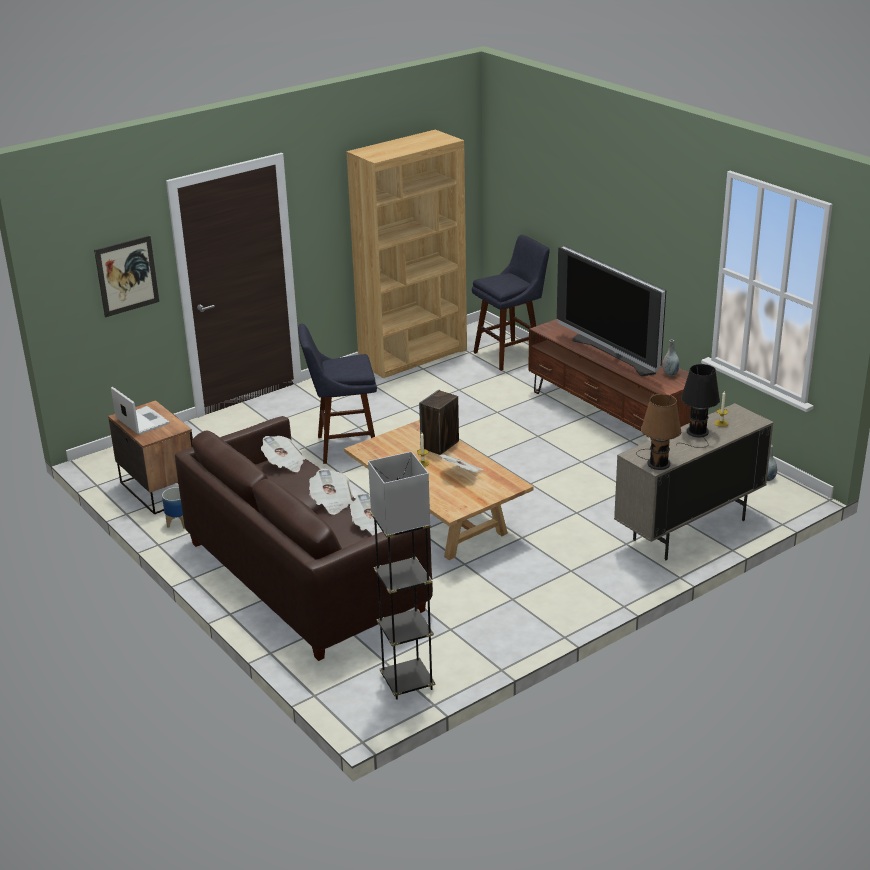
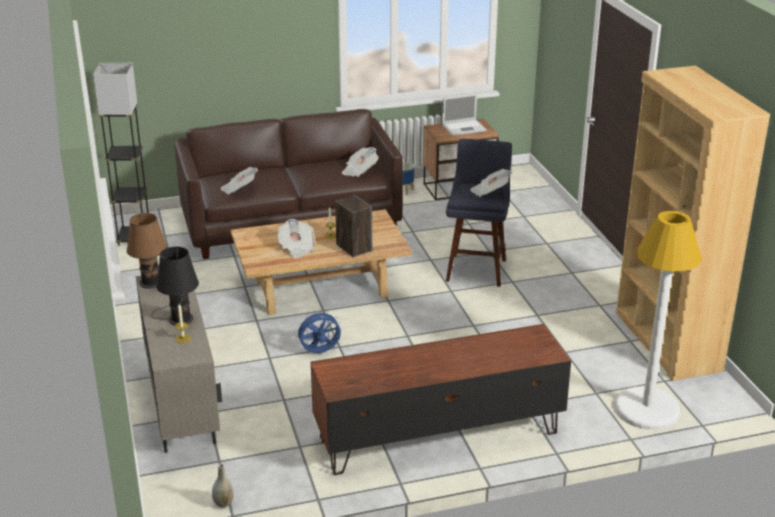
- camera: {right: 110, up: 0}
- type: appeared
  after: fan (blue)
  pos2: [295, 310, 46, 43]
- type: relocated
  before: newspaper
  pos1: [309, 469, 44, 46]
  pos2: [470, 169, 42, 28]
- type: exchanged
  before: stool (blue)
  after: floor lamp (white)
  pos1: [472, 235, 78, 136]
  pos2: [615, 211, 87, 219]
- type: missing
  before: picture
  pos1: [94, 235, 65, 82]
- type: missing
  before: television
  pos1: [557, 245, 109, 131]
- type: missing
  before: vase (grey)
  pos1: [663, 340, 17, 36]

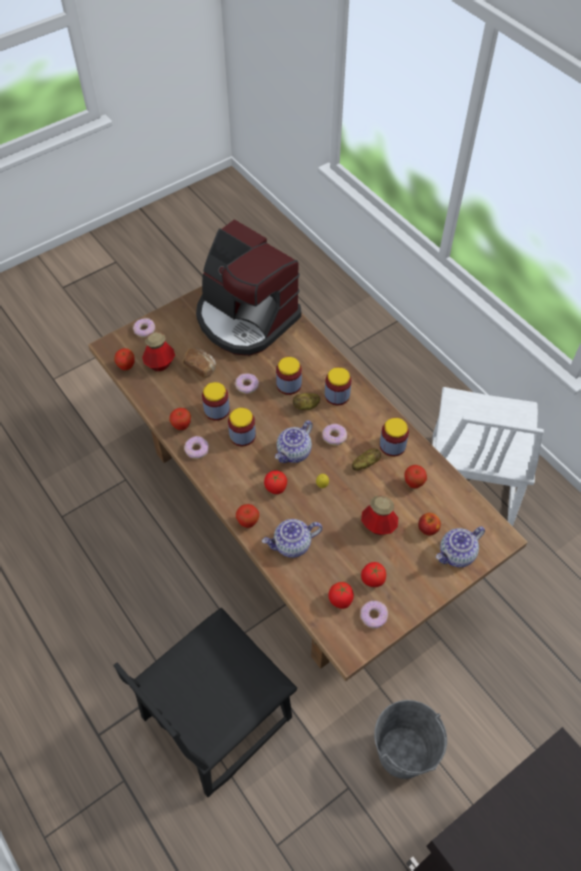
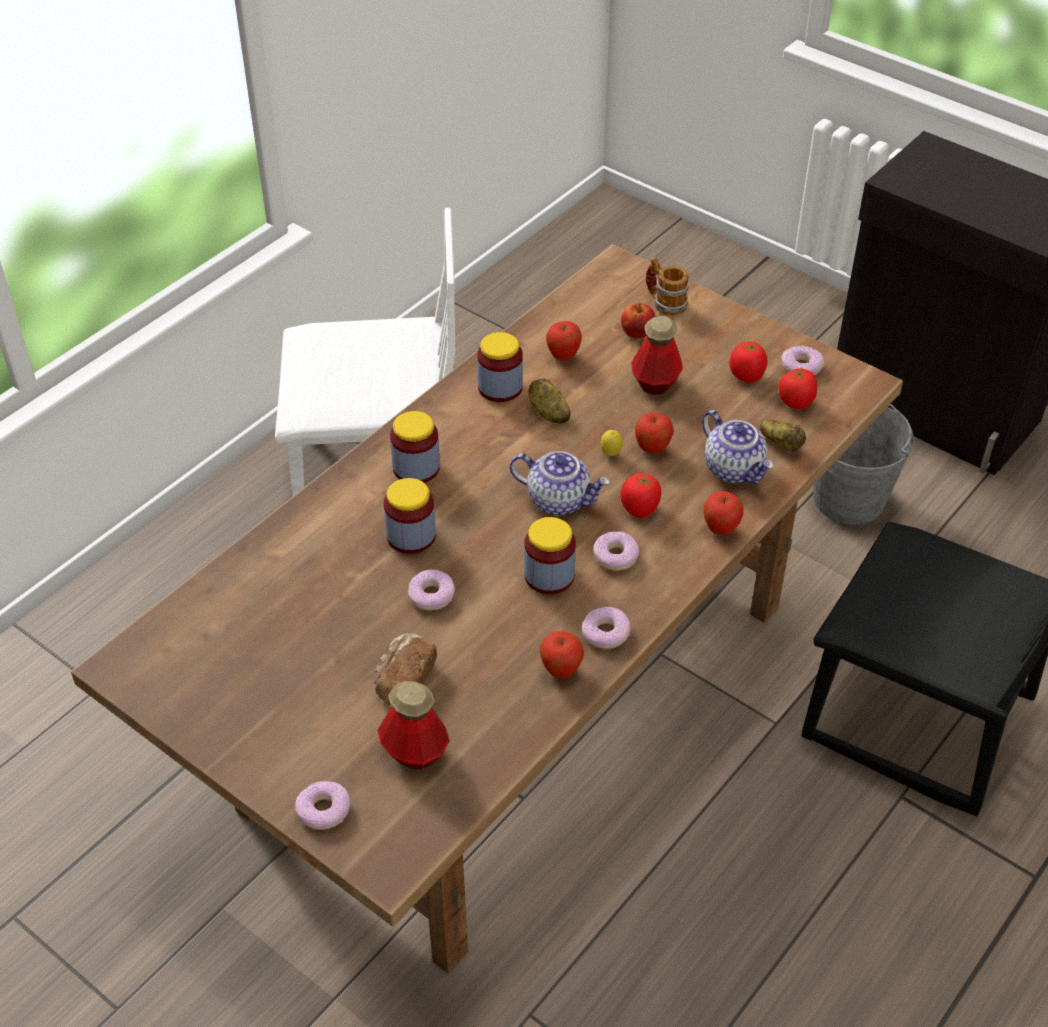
- camera: {right: -105, up: -10}
- type: relocated
  before: donut
  pos1: [322, 424, 25, 21]
  pos2: [593, 532, 46, 39]
- type: relocated
  before: apple
  pos1: [114, 348, 21, 22]
  pos2: [635, 412, 39, 42]
- type: exchanged
  before: teapot
  after: mug
  pos1: [436, 526, 49, 41]
  pos2: [646, 257, 43, 59]
- type: relocated
  before: potato
  pos1: [293, 393, 27, 17]
  pos2: [760, 420, 46, 32]
- type: missing
  before: coffee machine
  pos1: [196, 219, 105, 137]
- type: missing
  before: jar
  pos1: [202, 382, 28, 39]

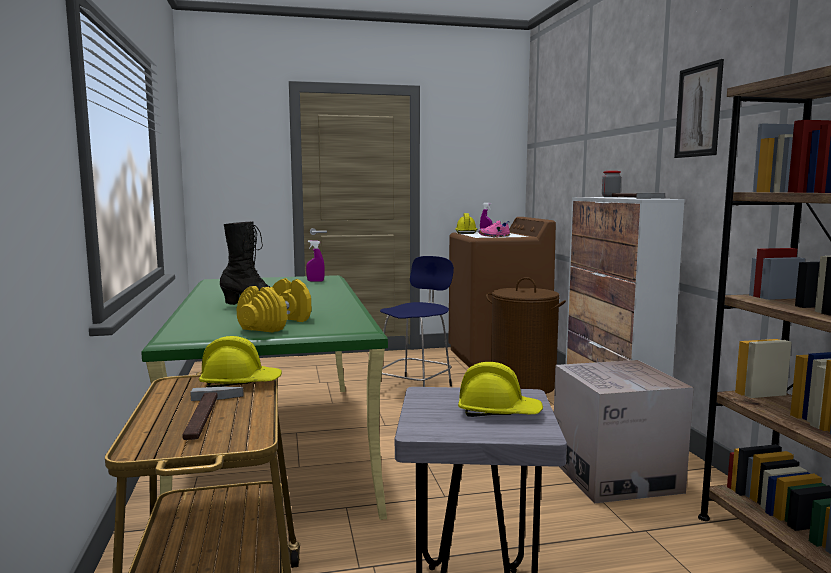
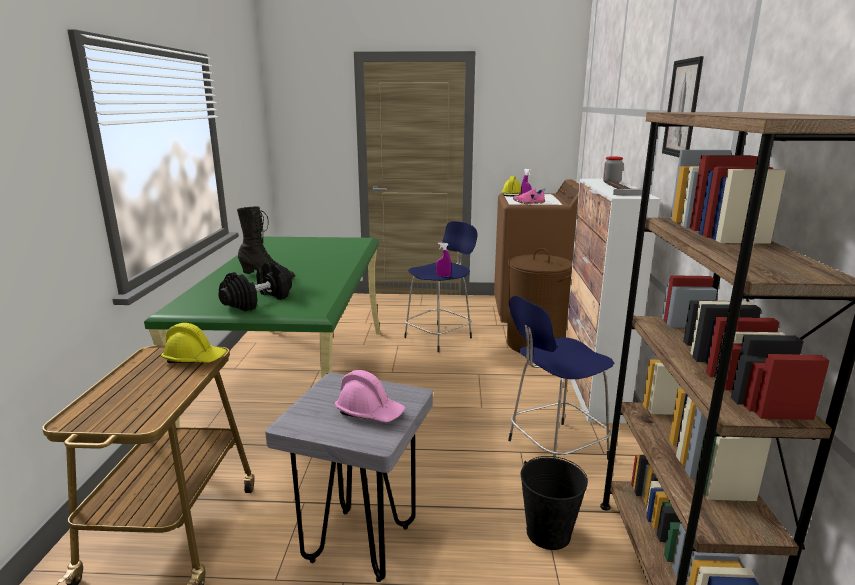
- camera: {right: 15, up: 10}
- type: colour
  before: dumbbell (yellow)
  after: dumbbell (black)
  pos1: [237, 278, 74, 54]
  pos2: [218, 262, 74, 49]
- type: colour
  before: hard hat (yellow)
  after: hard hat (pink)
  pos1: [458, 362, 85, 55]
  pos2: [334, 370, 71, 52]
- type: relocated
  before: spray bottle (purple)
  pos1: [306, 240, 19, 42]
  pos2: [436, 243, 15, 34]
- type: exchanged
  before: cardboard box
  after: stool (blue)
  pos1: [554, 360, 140, 144]
  pos2: [508, 296, 106, 164]
- type: appeared
  after: bucket (black)
  pos2: [521, 456, 67, 94]
- type: missing
  before: hammer
  pos1: [182, 387, 62, 53]

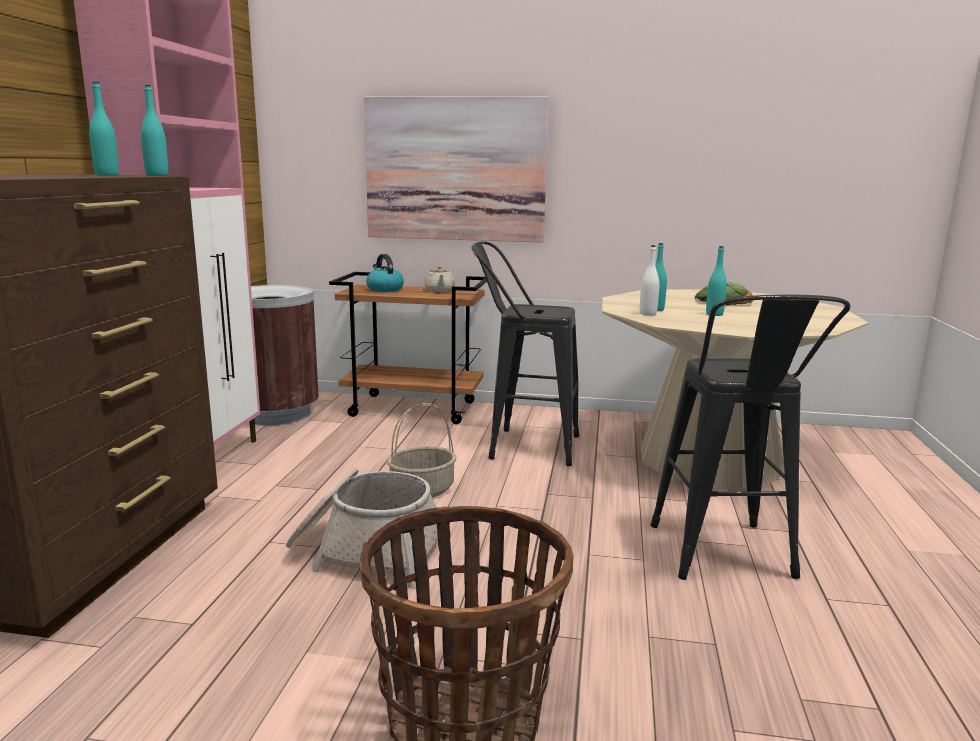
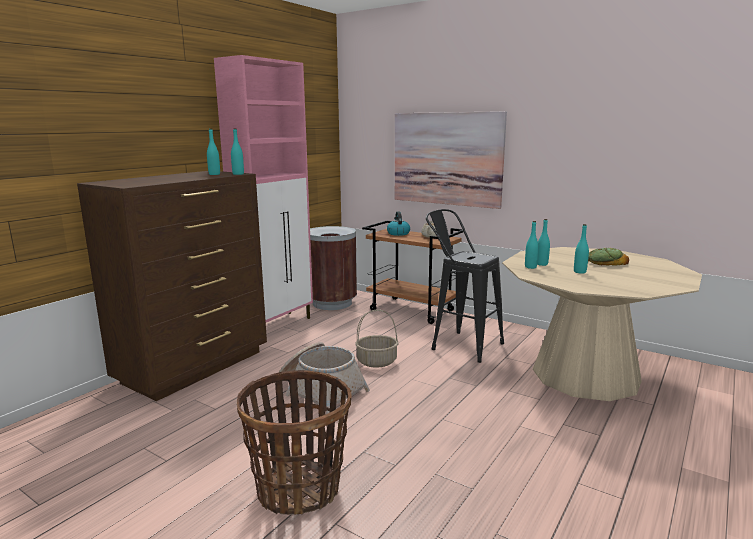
- camera: {right: 25, up: 0}
- type: colour
  before: bottle (white)
  after: bottle (turquoise)
  pos1: [640, 245, 19, 70]
  pos2: [525, 221, 14, 48]
- type: missing
  before: stool (black)
  pos1: [651, 294, 200, 286]

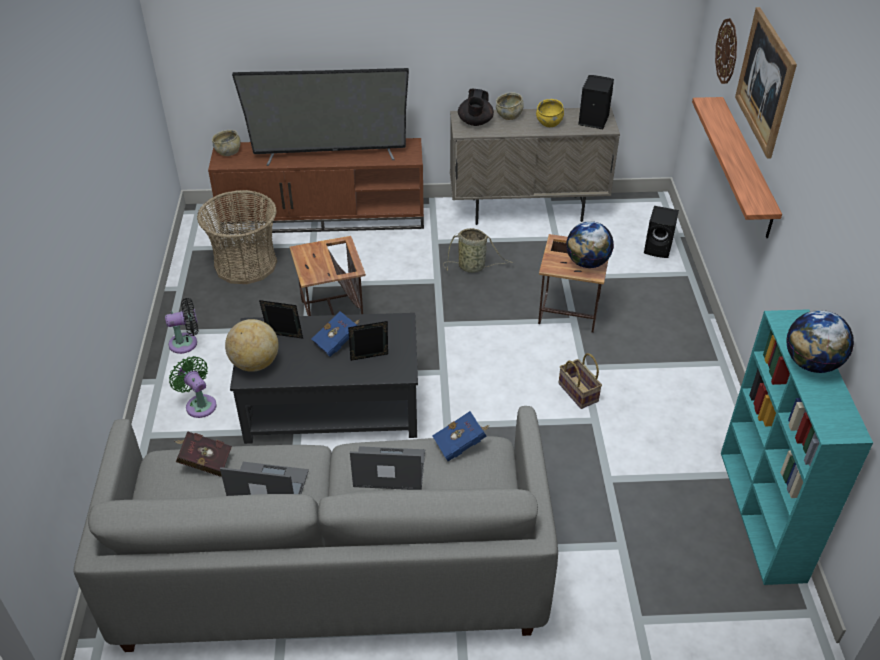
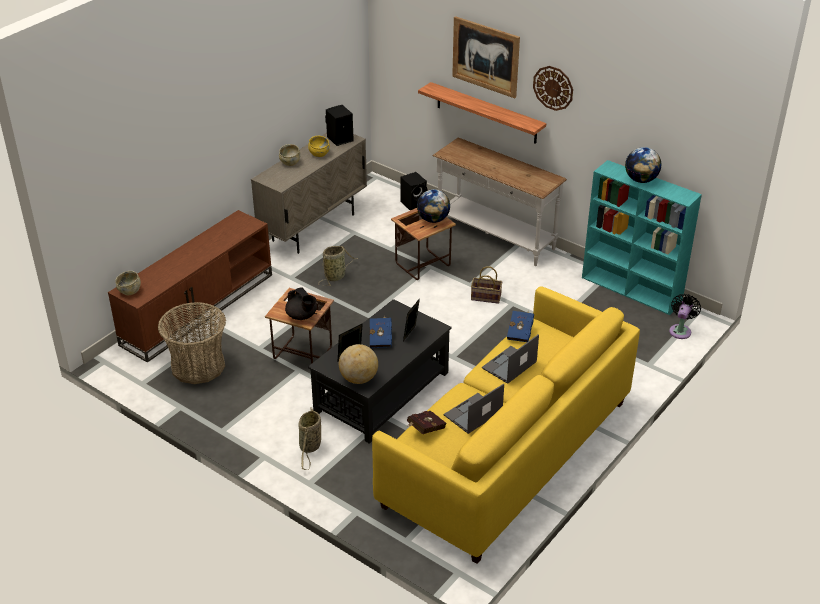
- camera: {right: -50, up: -5}
- type: relocated
  before: teapot (black)
  pos1: [458, 89, 36, 37]
  pos2: [285, 287, 32, 33]
- type: exchanged
  before: fan (green)
  after: basket
  pos1: [169, 356, 48, 62]
  pos2: [298, 407, 23, 63]
- type: colour
  before: sofa (grey)
  after: sofa (yellow)
  pos1: [73, 406, 485, 246]
  pos2: [372, 287, 268, 277]
- type: appeared
  after: console table (white)
  pos2: [432, 137, 135, 129]
- type: relocated
  before: wall clock
  pos1: [715, 18, 22, 66]
  pos2: [533, 66, 40, 45]
- type: relocated
  before: fan (black)
  pos1: [165, 298, 33, 56]
  pos2: [669, 294, 32, 45]
- type: missing
  before: television
  pos1: [232, 68, 177, 98]

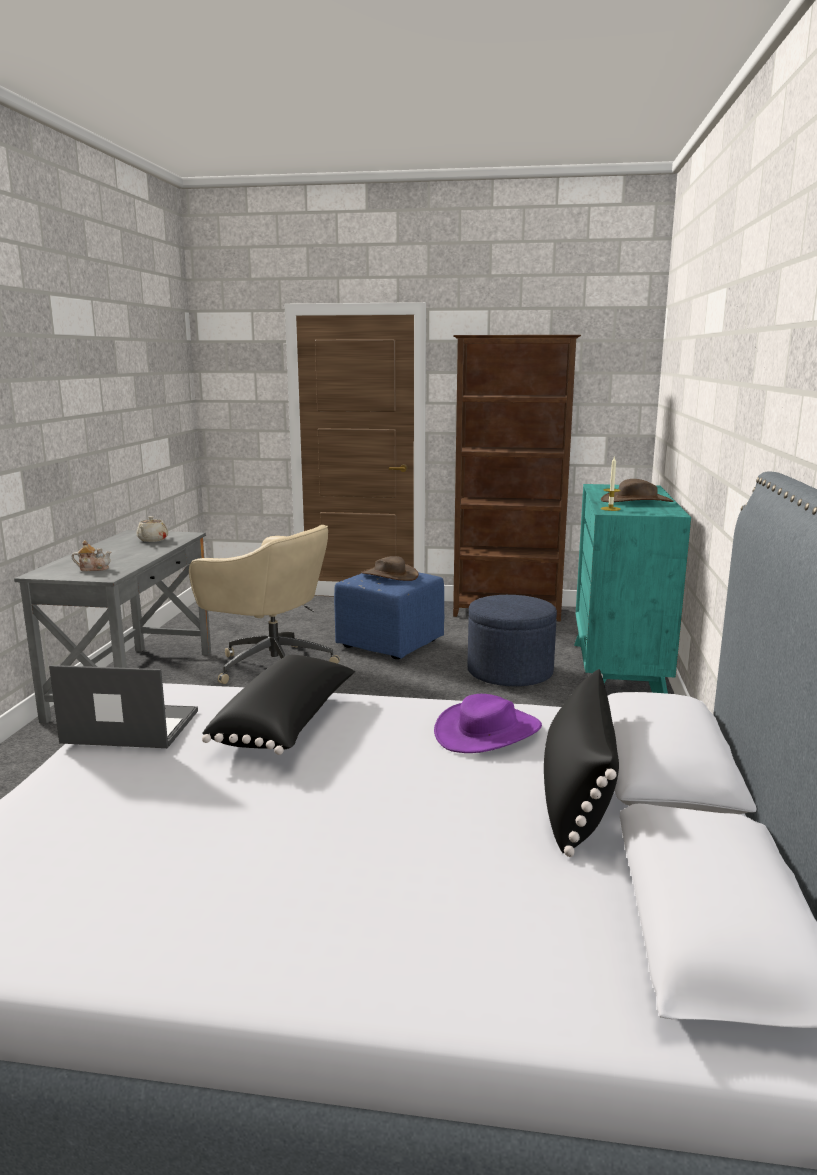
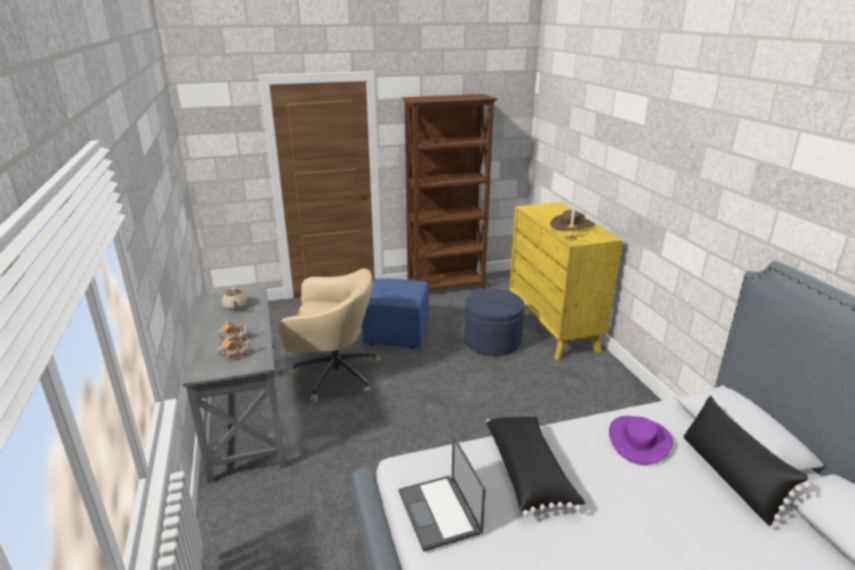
- camera: {right: -25, up: 10}
- type: appeared
  after: teapot
  pos2: [218, 320, 31, 22]
- type: spun
  before: laptop
  pos1: [49, 665, 149, 83]
  pos2: [399, 435, 87, 117]
  turn: -90
- type: colour
  before: dresser (turquoise)
  after: dresser (yellow)
  pos1: [574, 484, 117, 210]
  pos2: [509, 202, 114, 158]
- type: missing
  before: hat (brown)
  pos1: [361, 556, 58, 25]

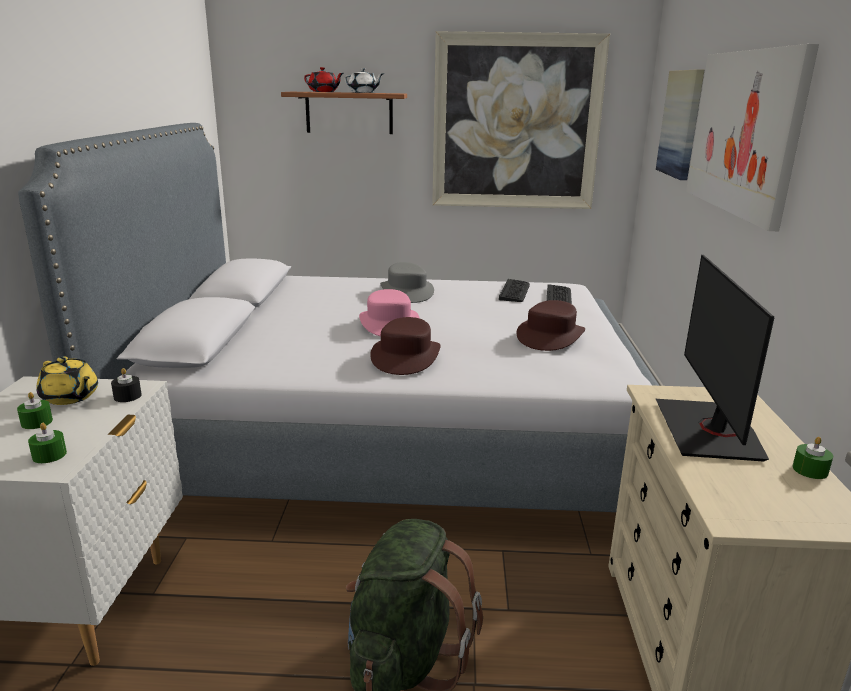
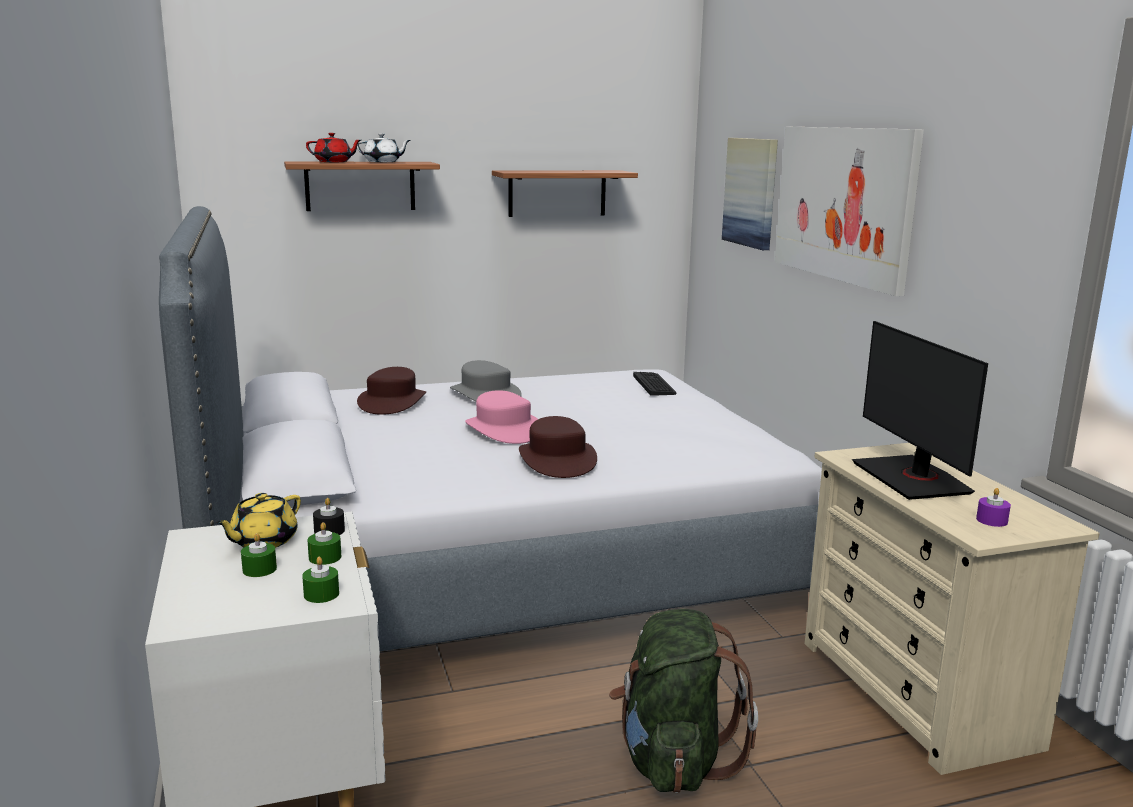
- camera: {right: -20, up: -5}
- type: spun
  before: teapot (yellow)
  pos1: [36, 357, 62, 48]
  pos2: [216, 493, 85, 55]
  turn: 105
- type: relocated
  before: candle (green)
  pos1: [792, 437, 41, 42]
  pos2: [307, 522, 34, 43]
- type: relocated
  before: hat (brown)
  pos1: [517, 300, 68, 51]
  pos2: [357, 367, 69, 48]
- type: exchanged
  before: picture
  after: shelf
  pos1: [432, 31, 178, 178]
  pos2: [492, 170, 146, 47]
- type: appeared
  after: candle (purple)
  pos2: [976, 488, 35, 39]
- type: missing
  before: keyboard
  pos1: [499, 279, 31, 23]

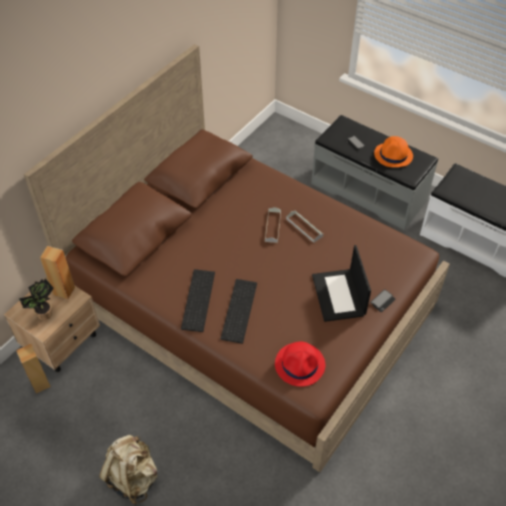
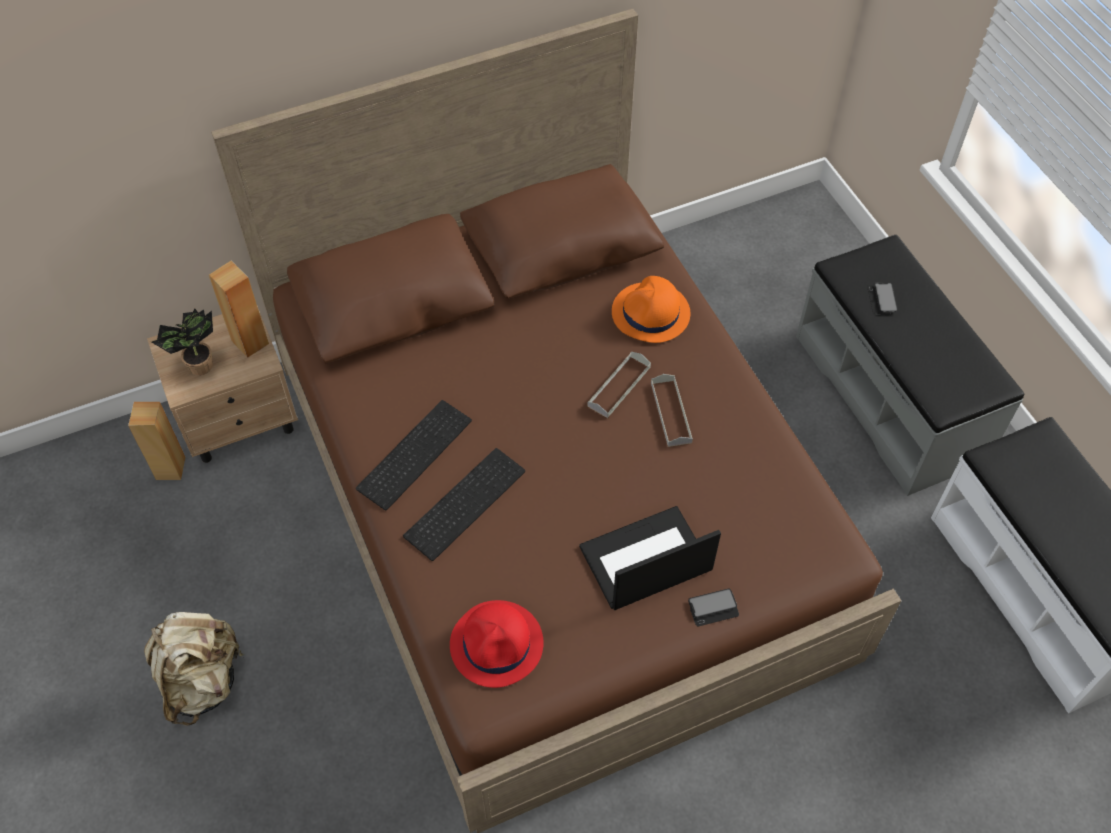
- camera: {right: 30, up: 5}
- type: spun
  before: laptop
  pos1: [312, 245, 59, 77]
  pos2: [579, 506, 142, 104]
  turn: 45
- type: relocated
  before: hat (orange)
  pos1: [374, 136, 39, 31]
  pos2: [612, 276, 78, 67]

